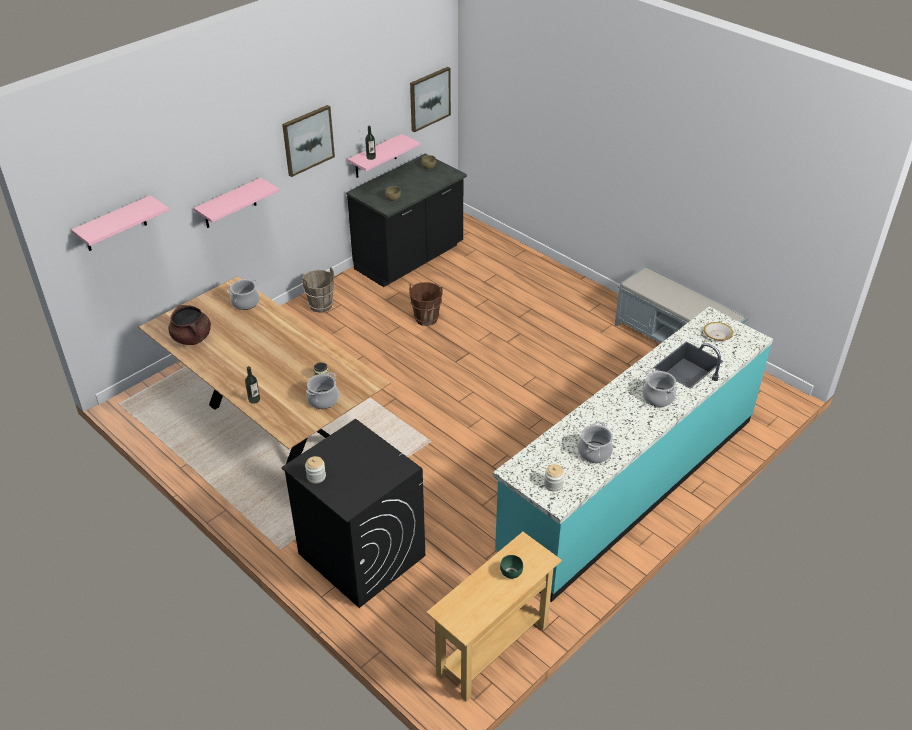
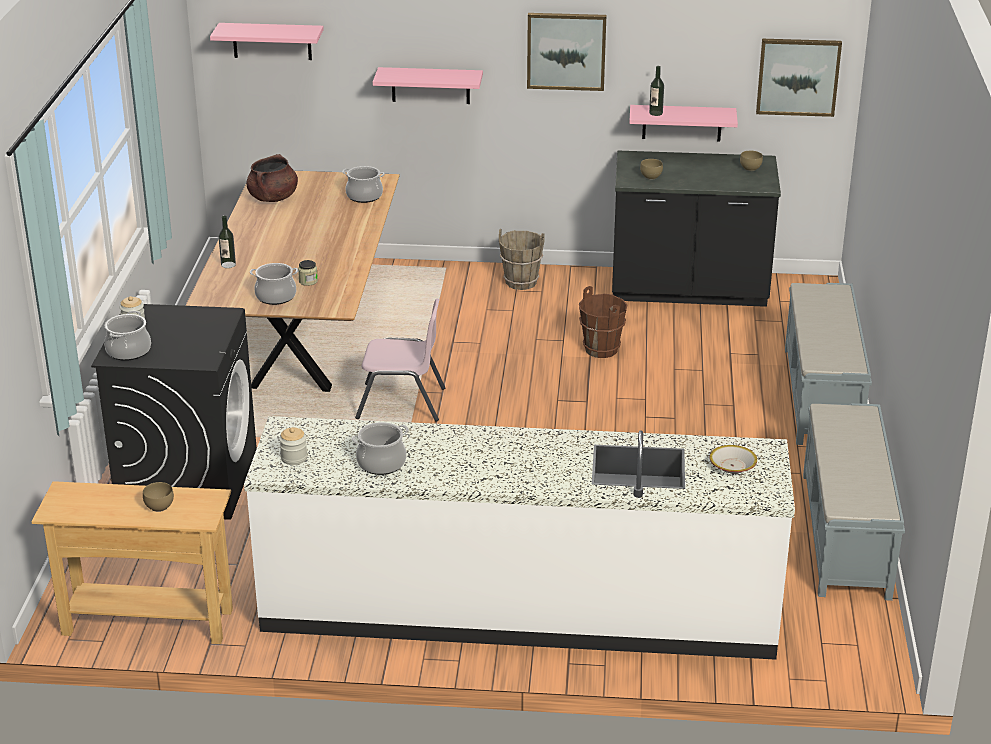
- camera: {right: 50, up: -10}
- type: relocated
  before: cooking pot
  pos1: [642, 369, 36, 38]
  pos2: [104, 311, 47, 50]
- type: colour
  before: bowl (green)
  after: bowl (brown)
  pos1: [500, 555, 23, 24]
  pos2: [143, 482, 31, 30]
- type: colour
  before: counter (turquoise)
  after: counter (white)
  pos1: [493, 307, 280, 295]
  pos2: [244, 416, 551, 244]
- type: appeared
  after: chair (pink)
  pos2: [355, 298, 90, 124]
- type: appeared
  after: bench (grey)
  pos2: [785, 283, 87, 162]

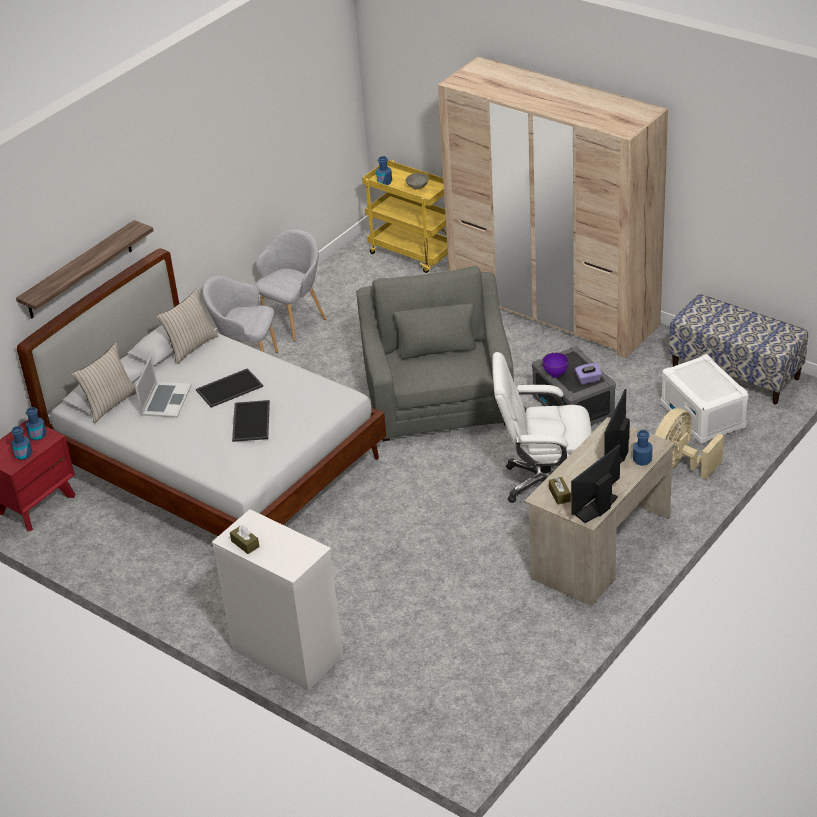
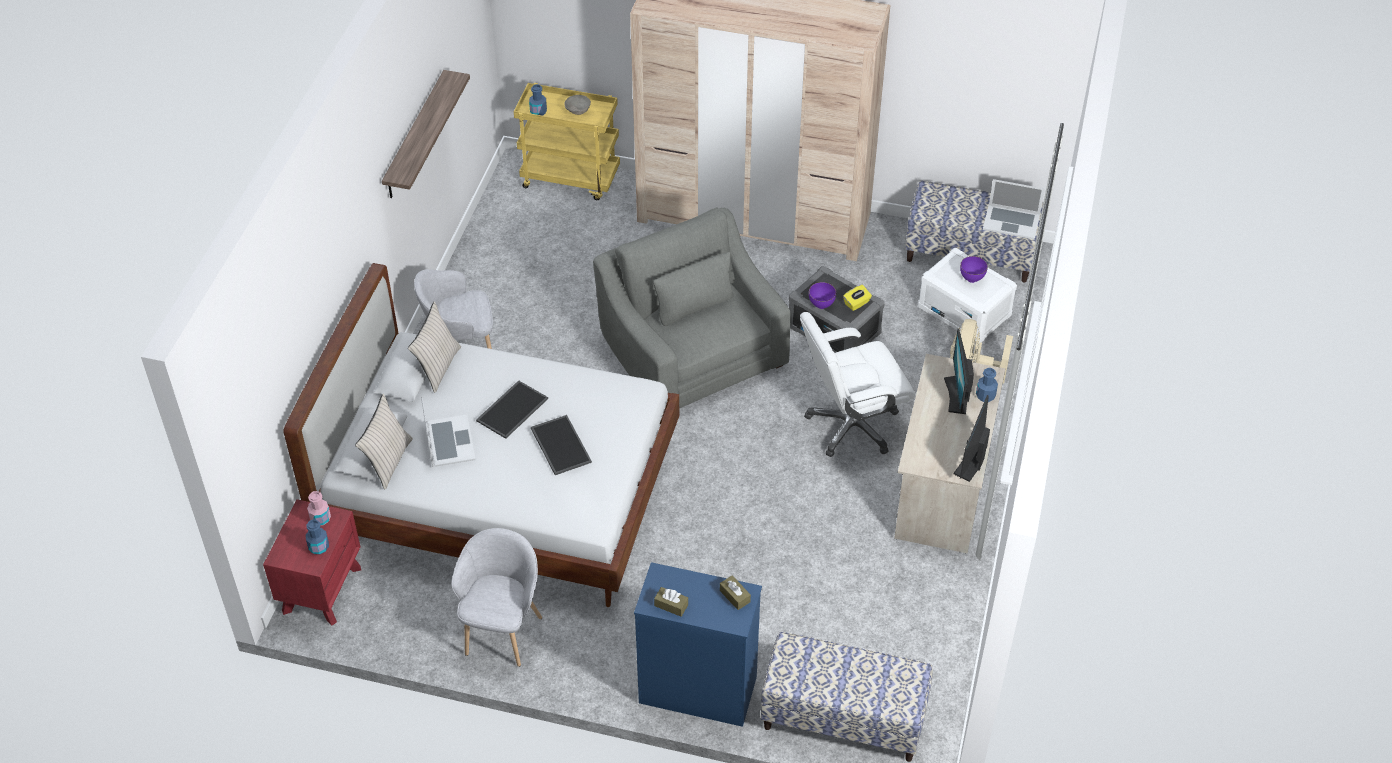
- camera: {right: -25, up: 10}
- type: colour
  before: bottle (blue)
  after: bottle (pink)
  pos1: [26, 407, 20, 33]
  pos2: [307, 491, 24, 35]
- type: relocated
  before: shelf
  pos1: [16, 220, 137, 98]
  pos2: [382, 70, 88, 128]
- type: relocated
  before: armchair (grey)
  pos1: [255, 230, 71, 112]
  pos2: [451, 528, 91, 139]
- type: colour
  before: dresser (white)
  after: dresser (blue)
  pos1: [212, 509, 131, 182]
  pos2: [634, 562, 128, 165]
- type: relocated
  before: tissue box (brown)
  pos1: [549, 477, 22, 28]
  pos2: [720, 575, 31, 35]
- type: appeared
  after: bench
  pos2: [761, 632, 172, 130]
- type: colour
  before: tissue box (purple)
  after: tissue box (yellow)
  pos1: [575, 363, 27, 21]
  pos2: [843, 285, 29, 26]
- type: appeared
  after: bowl (purple)
  pos2: [960, 256, 28, 27]
- type: appeared
  after: laptop
  pos2: [983, 179, 62, 60]

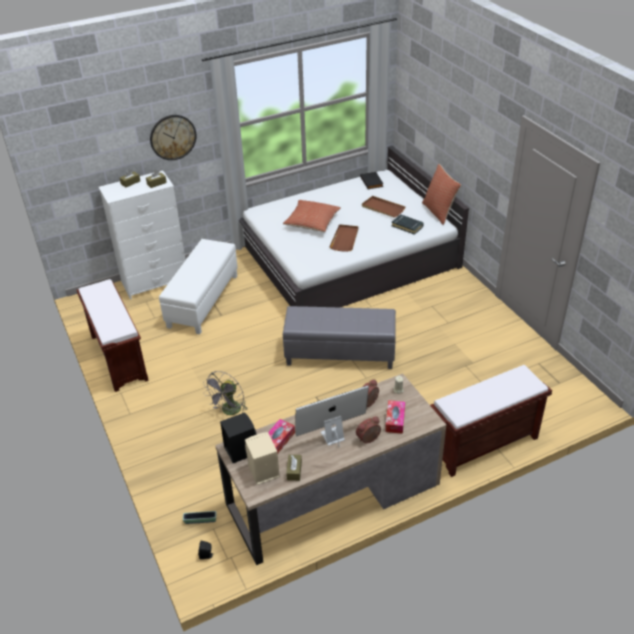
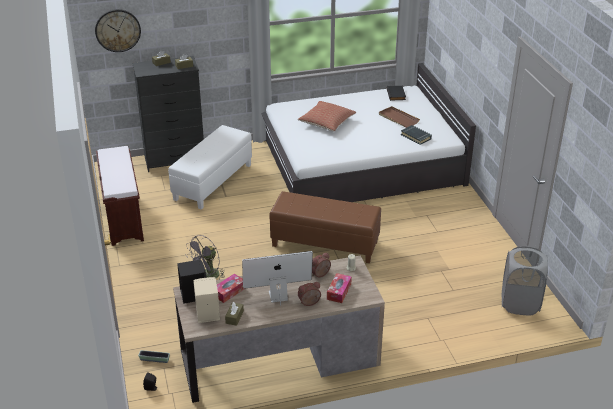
- camera: {right: 10, up: -5}
- type: relocated
  before: wall clock
  pos1: [150, 115, 46, 45]
  pos2: [95, 9, 46, 43]
- type: colour
  before: dresser (white)
  after: dresser (black)
  pos1: [99, 170, 87, 130]
  pos2: [133, 56, 71, 116]
- type: colour
  before: ottoman (grey)
  after: ottoman (brown)
  pos1: [283, 306, 113, 63]
  pos2: [269, 191, 112, 72]
- type: appeared
  after: laundry basket (grey)
  pos2: [502, 246, 46, 69]
- type: missing
  before: tray (brown)
  pos1: [329, 224, 29, 28]
- type: missing
  before: pillow
  pos1: [422, 164, 39, 61]
- type: missing
  before: bench (brown)
  pos1: [430, 365, 122, 112]

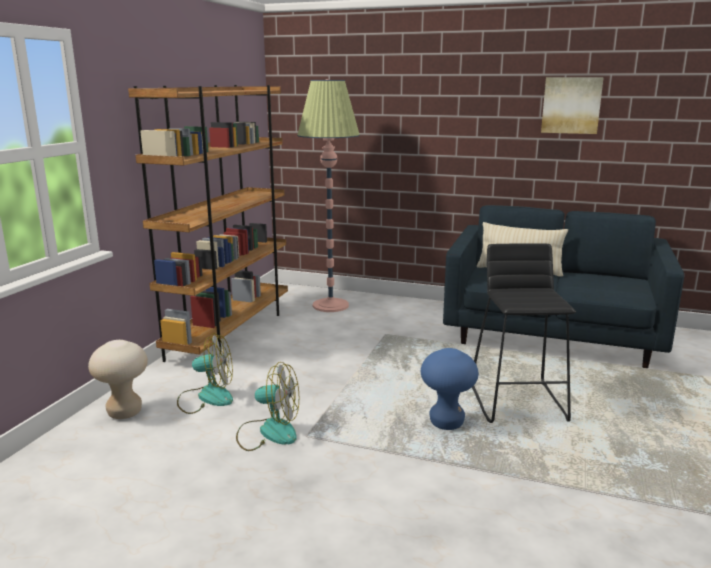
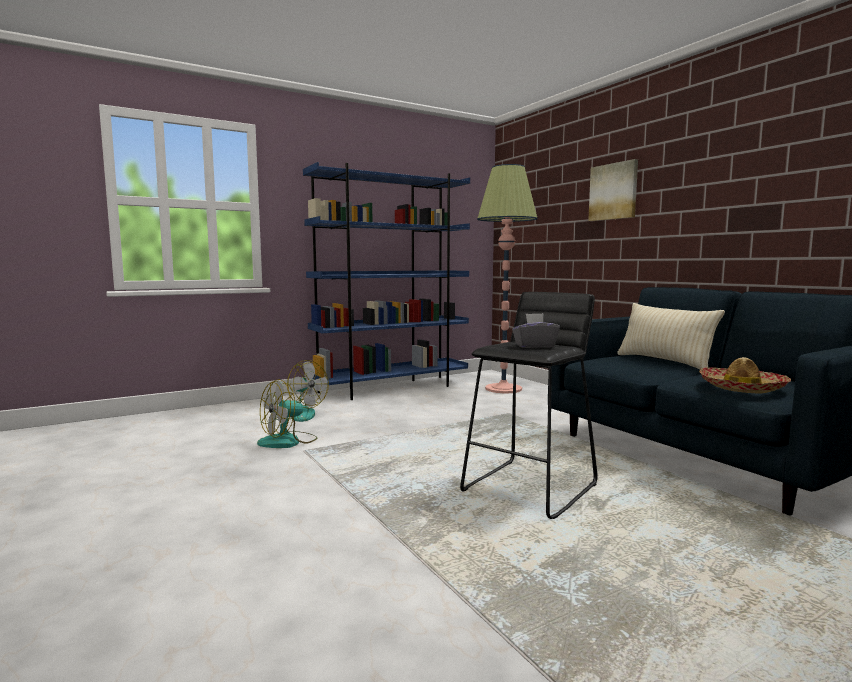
- camera: {right: 40, up: -10}
- type: spun
  before: fan
  pos1: [236, 362, 63, 89]
  pos2: [257, 379, 60, 69]
  turn: 90
- type: colour
  before: bookcase (brown)
  after: bookcase (blue)
  pos1: [128, 85, 160, 277]
  pos2: [303, 162, 167, 238]
- type: appeared
  after: tissue box (grey)
  pos2: [512, 313, 48, 35]
- type: relocated
  before: picture
  pos1: [541, 77, 63, 57]
  pos2: [588, 159, 50, 62]
- type: appeared
  after: hat
  pos2: [699, 357, 92, 37]
- type: missing
  before: stool (beige)
  pos1: [88, 340, 60, 79]
- type: missing
  before: stool (blue)
  pos1: [421, 348, 58, 82]

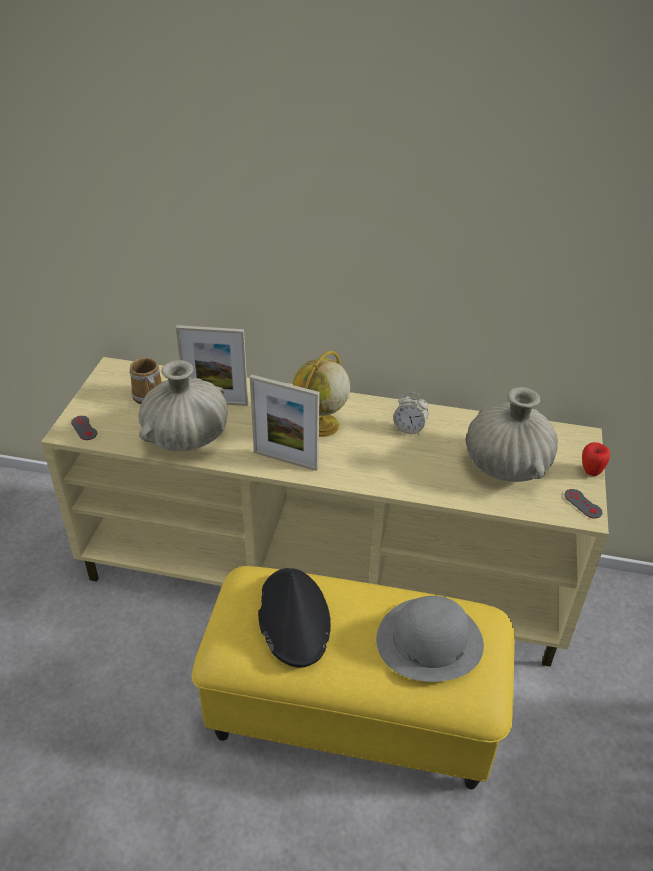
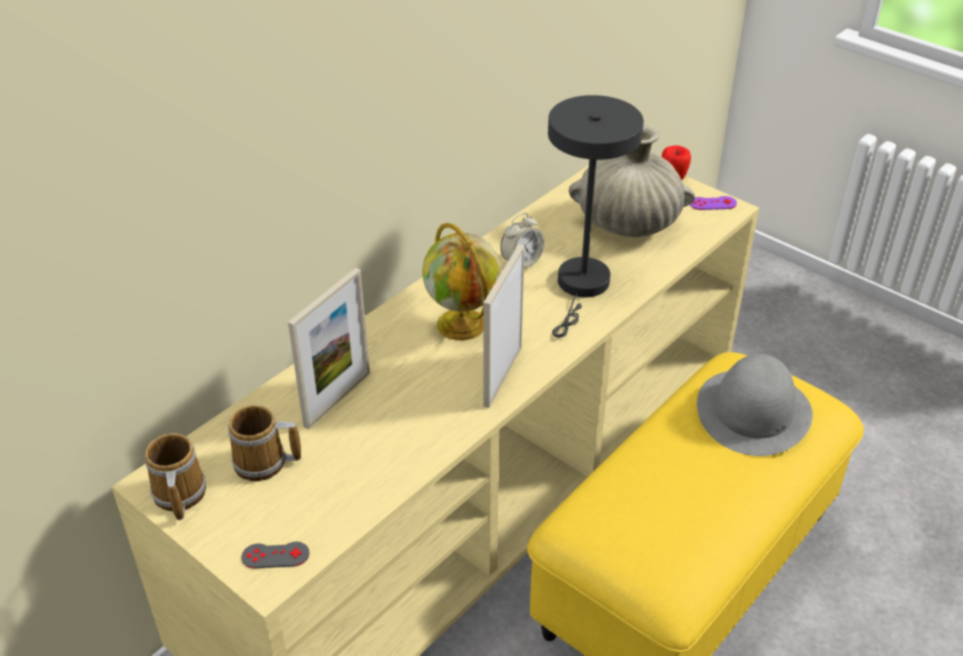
- camera: {right: -60, up: 0}
- type: appeared
  after: mug
  pos2: [144, 433, 62, 87]
- type: spun
  before: picture frame
  pos1: [250, 375, 70, 96]
  pos2: [483, 244, 42, 164]
  turn: 150
- type: appeared
  after: table lamp (grey)
  pos2: [548, 95, 96, 242]
- type: colour
  before: game controller (grey)
  after: game controller (purple)
  pos1: [564, 489, 39, 30]
  pos2: [690, 196, 47, 14]
- type: missing
  before: vase (beige)
  pos1: [139, 360, 89, 91]
- type: missing
  before: hat (black)
  pos1: [258, 568, 73, 100]

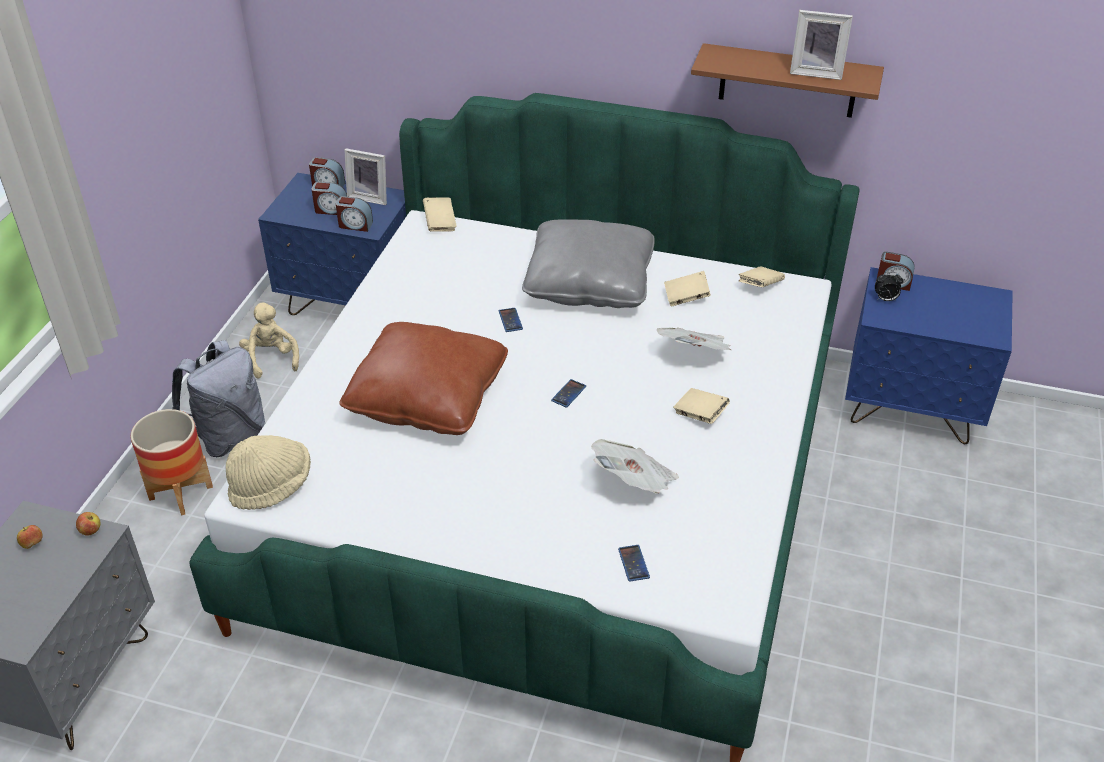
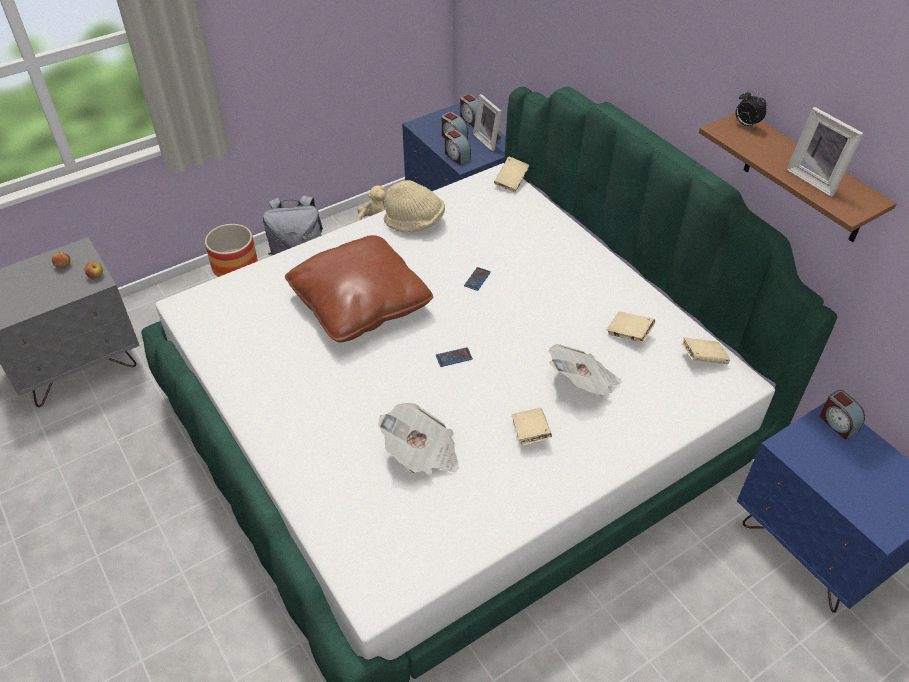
- camera: {right: 40, up: 5}
- type: relocated
  before: hat (beige)
  pos1: [226, 435, 85, 75]
  pos2: [384, 180, 61, 52]
- type: relocated
  before: alarm clock
  pos1: [875, 272, 29, 29]
  pos2: [735, 90, 32, 39]
- type: missing
  before: pillow (grey)
  pos1: [522, 219, 133, 89]
- type: missing
  before: phone
  pos1: [618, 545, 32, 37]

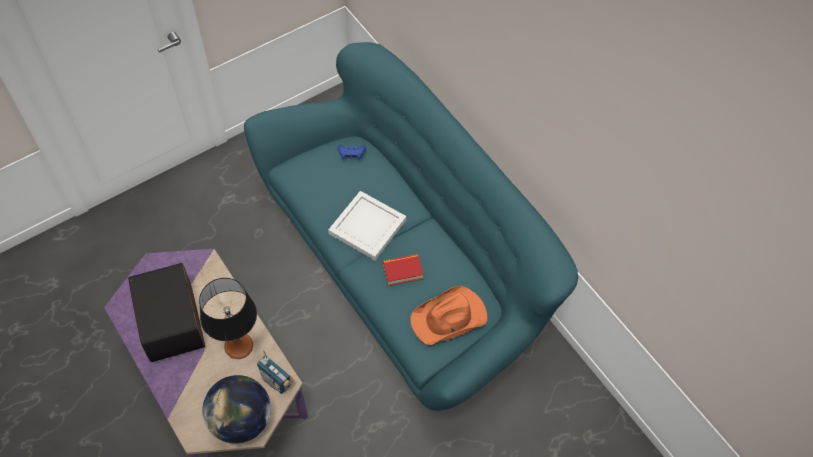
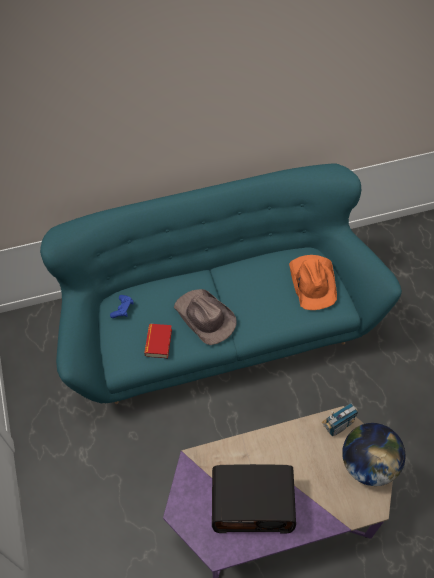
- camera: {right: -70, up: 0}
- type: relocated
  before: book
  pos1: [383, 254, 41, 32]
  pos2: [144, 324, 28, 34]
- type: exchanged
  before: tray (white)
  after: hat (brown)
  pos1: [328, 191, 78, 69]
  pos2: [174, 289, 63, 56]
- type: missing
  before: table lamp
  pos1: [199, 278, 58, 81]

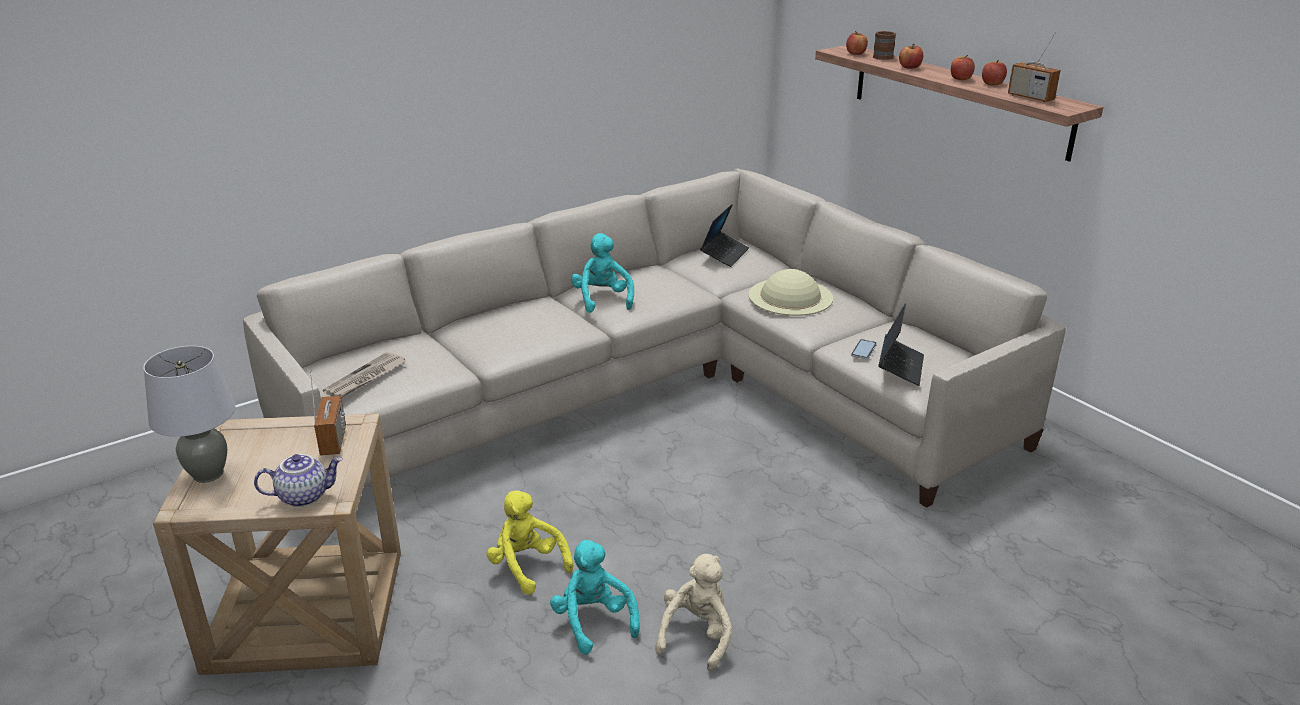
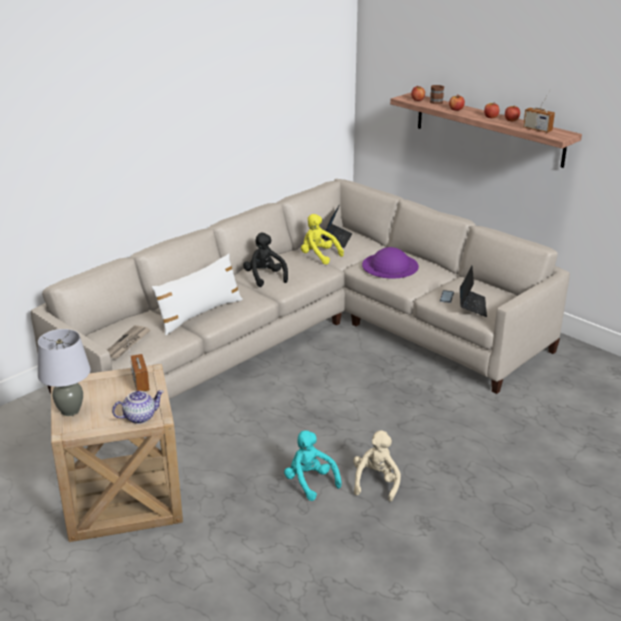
- camera: {right: -10, up: 0}
- type: appeared
  after: pillow (white)
  pos2: [152, 253, 91, 82]
- type: colour
  before: plush toy (turquoise)
  after: plush toy (black)
  pos1: [571, 233, 63, 80]
  pos2: [243, 232, 45, 55]
- type: relocated
  before: plush toy (yellow)
  pos1: [487, 490, 86, 105]
  pos2: [301, 214, 43, 51]
- type: colour
  before: hat (beige)
  after: hat (purple)
  pos1: [748, 269, 85, 47]
  pos2: [362, 247, 57, 31]

